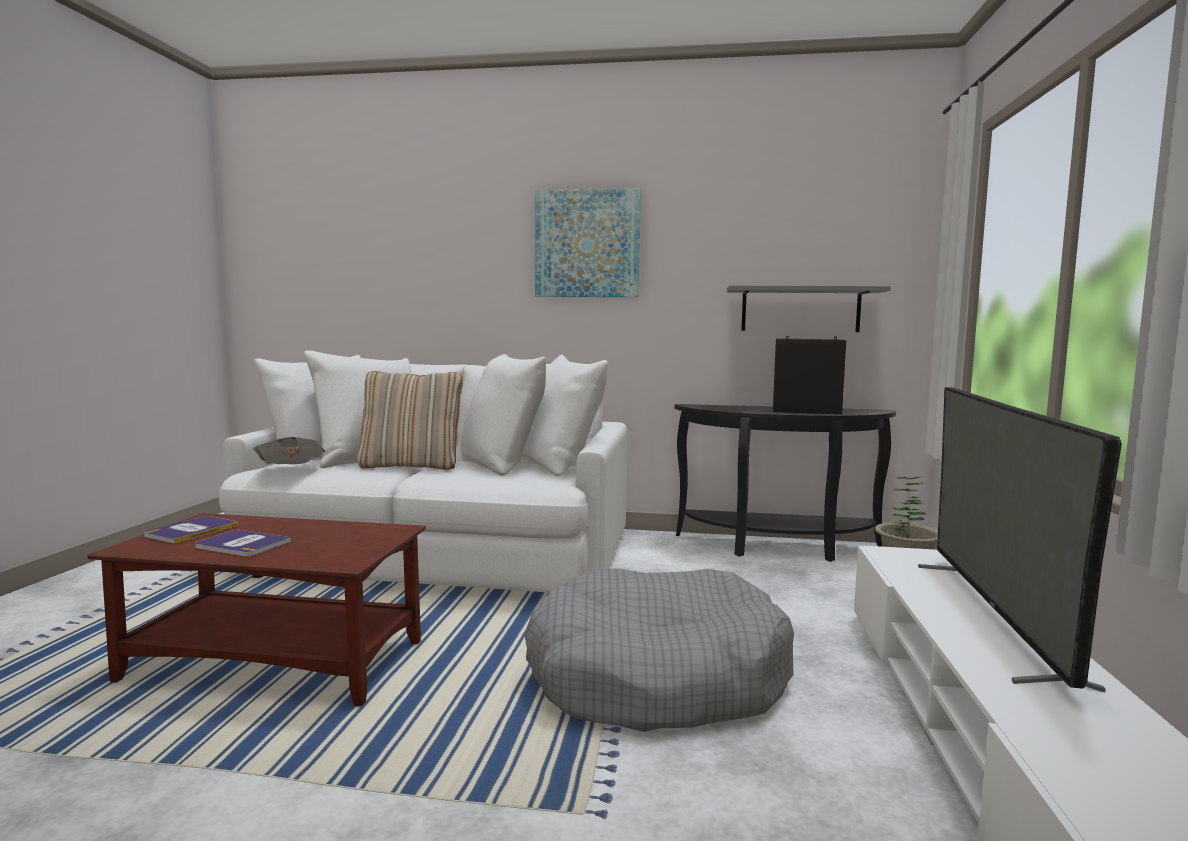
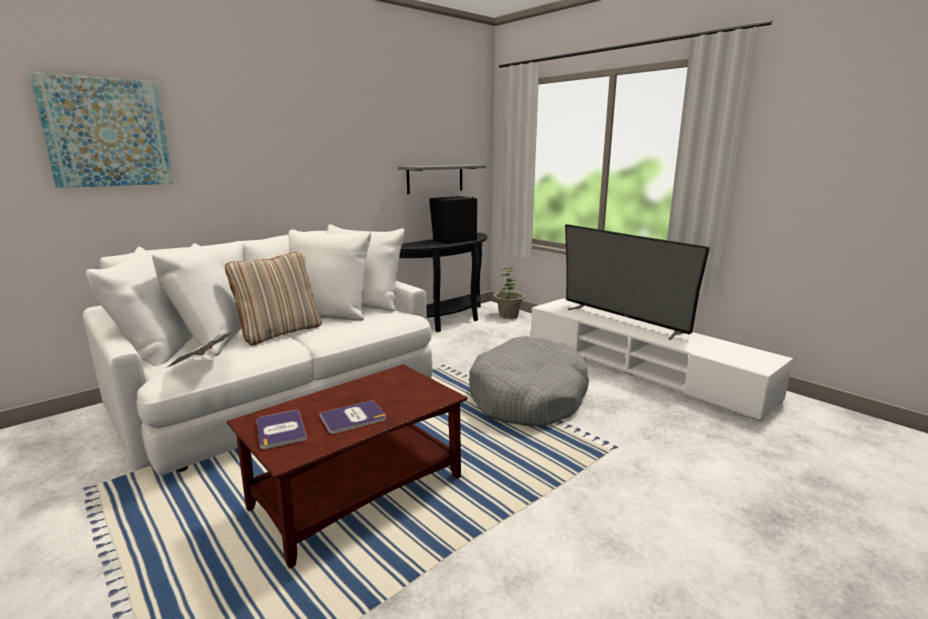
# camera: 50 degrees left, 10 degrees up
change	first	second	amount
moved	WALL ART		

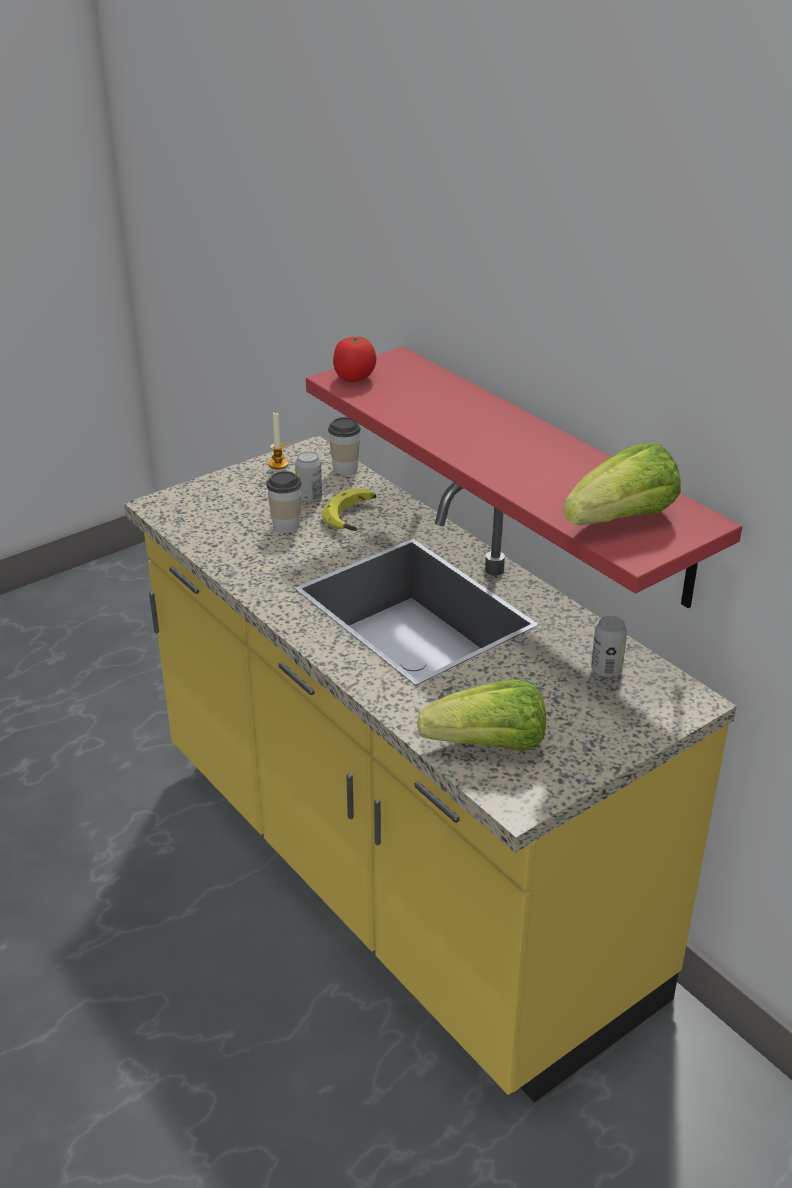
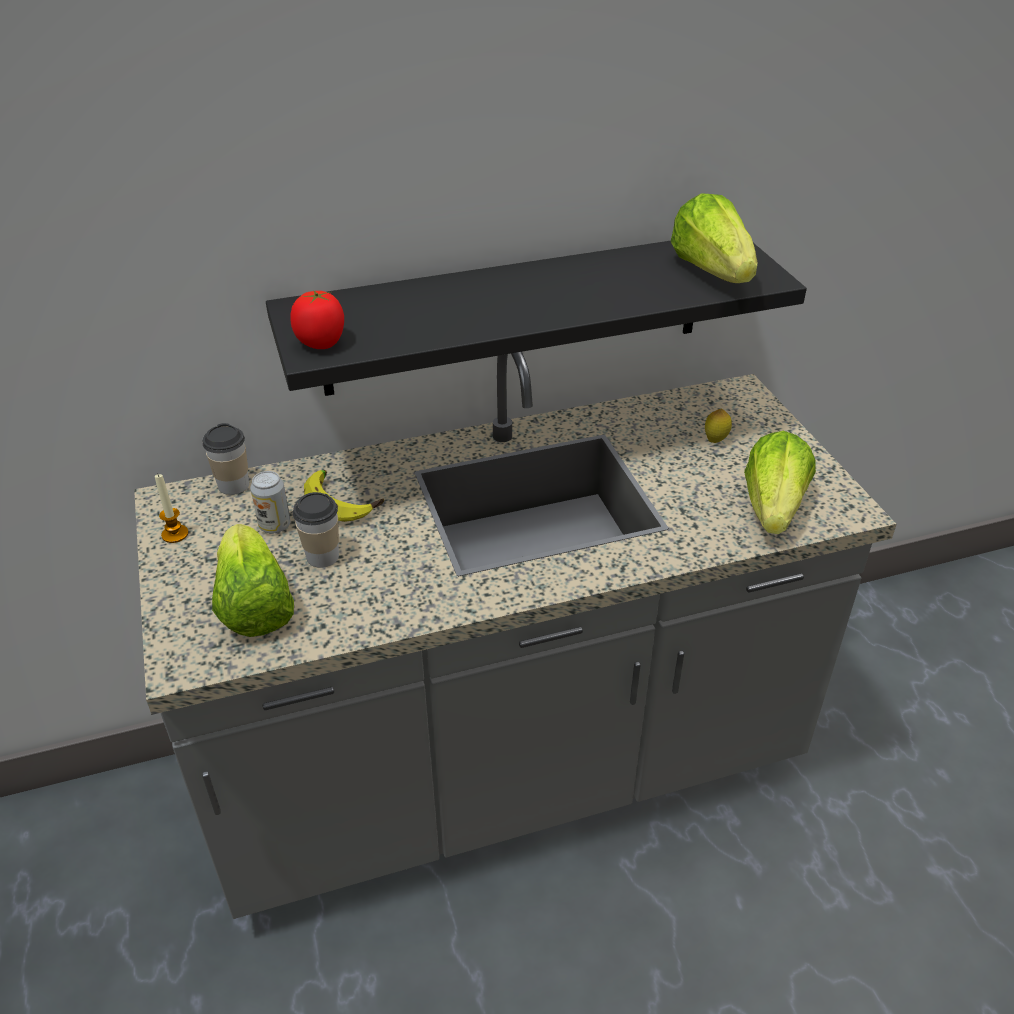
# camera: 70 degrees left, 5 degrees up
change	first	second	amount
removed	SEALED CAN (2nd from left)		
added		LETTUCE HEAD (1st from left)	
added		WHOLE LEMON	
recoloured	YELLOWISH KITCHEN COUNTER	GREYISH KITCHEN COUNTER	
recoloured	REDDISH BRACKET SHELF	BLACK-COLOURED BRACKET SHELF	

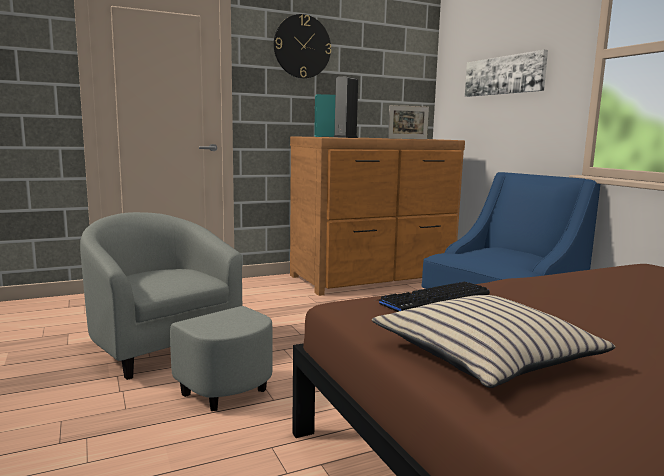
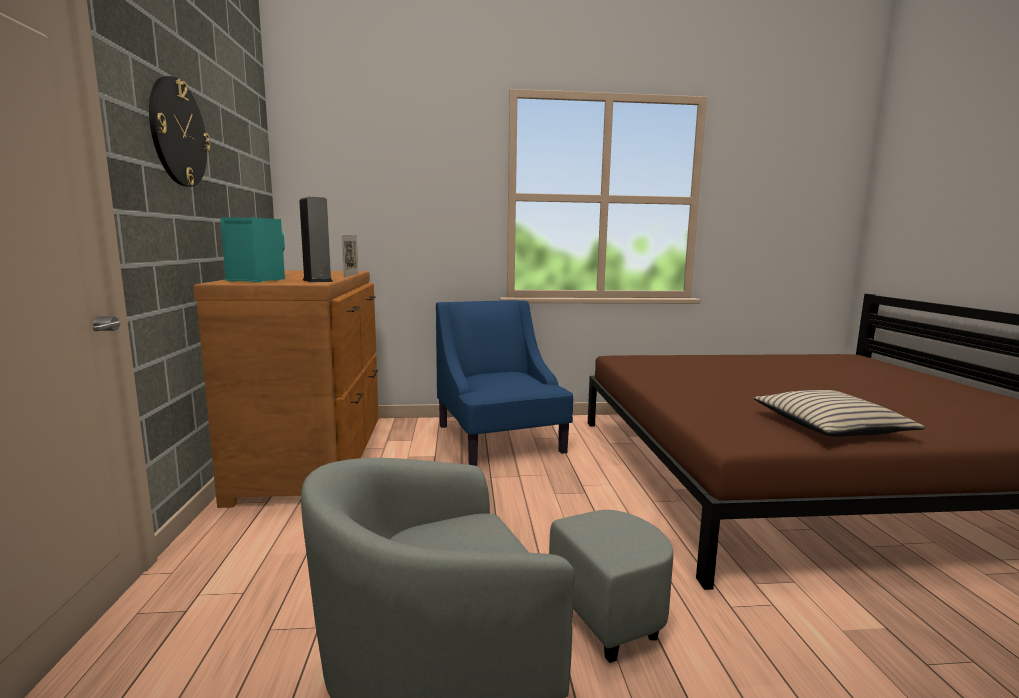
# camera: 70 degrees left, 0 degrees up
change	first	second	amount
removed	KEYBOARD		
removed	WALL ART		

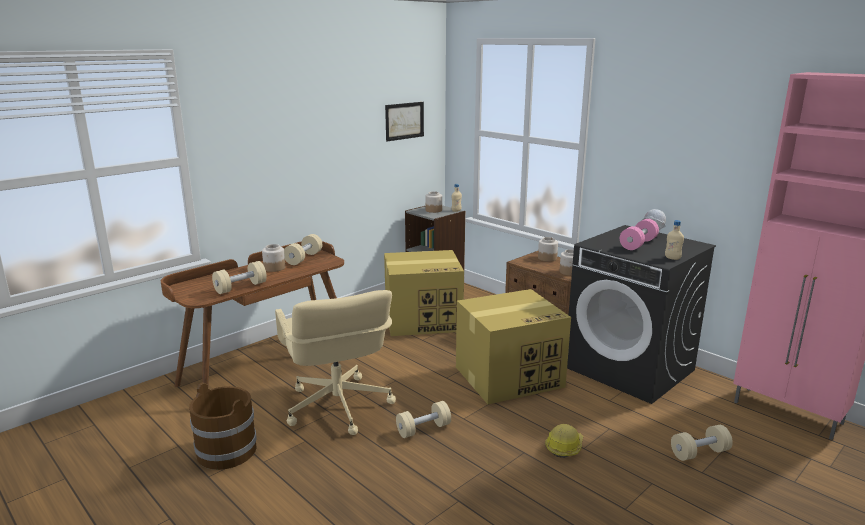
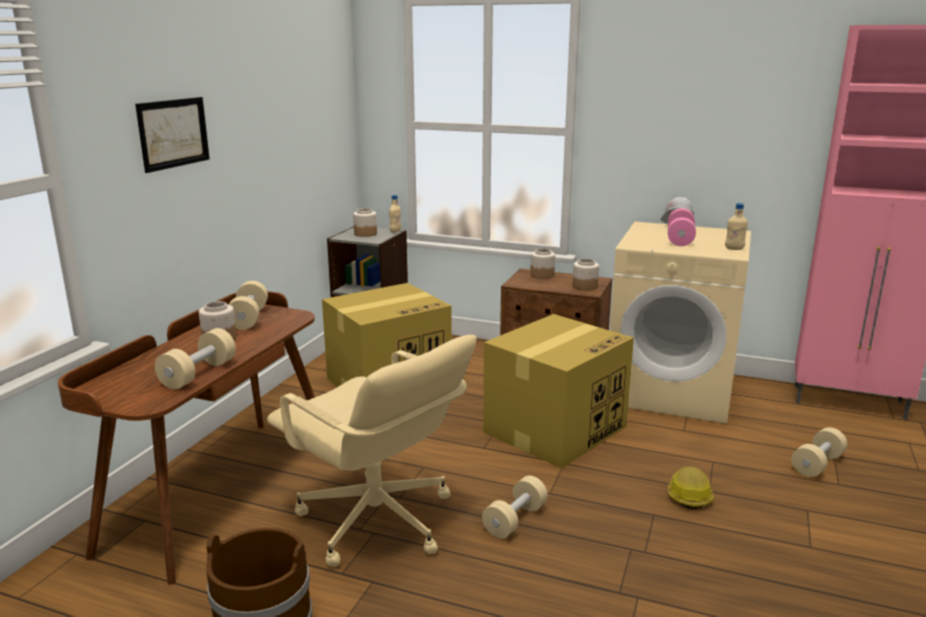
# camera: 25 degrees left, 0 degrees up
change	first	second	amount
moved	WALL ART		
recoloured	BLACK-COLOURED LAUNDRY MACHINE	BEIGE-COLOURED LAUNDRY MACHINE	

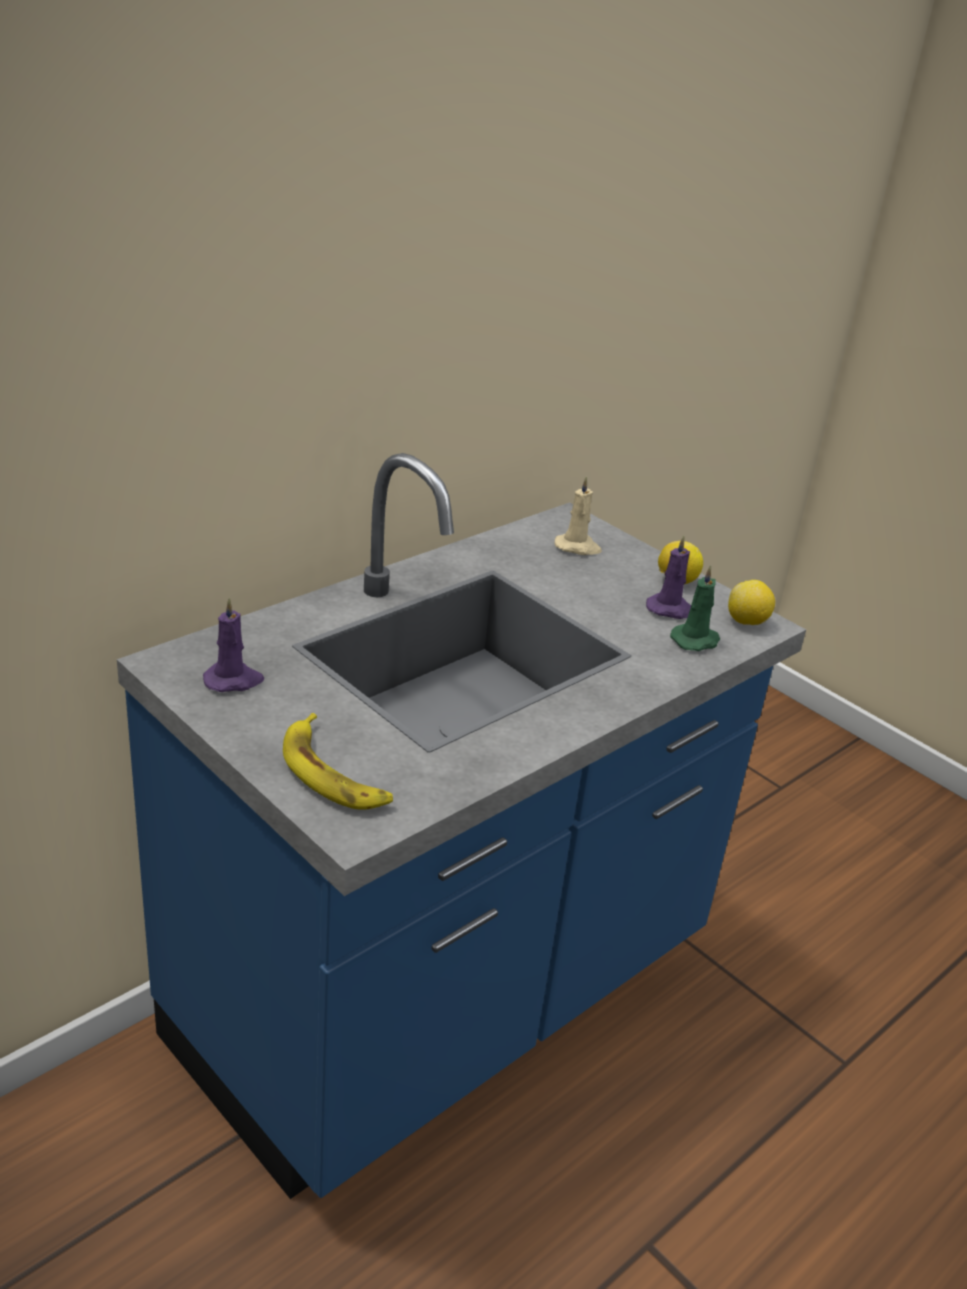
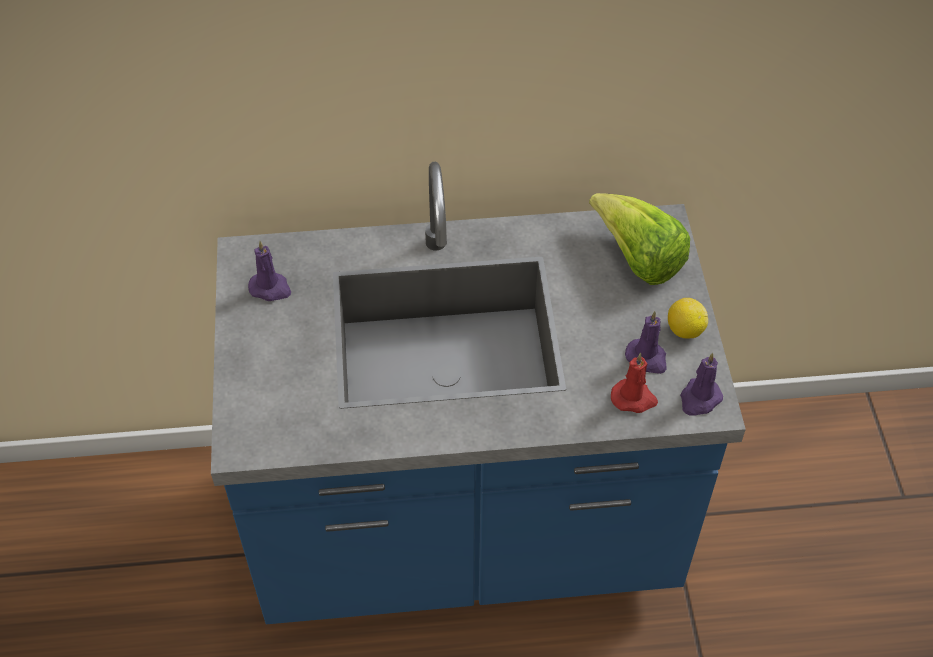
# camera: 40 degrees right, 20 degrees up
change	first	second	amount
removed	BANANA		
replaced	BEIGE-COLOURED CANDLE	LETTUCE HEAD	
replaced	WHOLE LEMON (2nd from left)	PURPLE-COLOURED CANDLE (3rd from left)	
recoloured	GREEN CANDLE	REDDISH CANDLE	

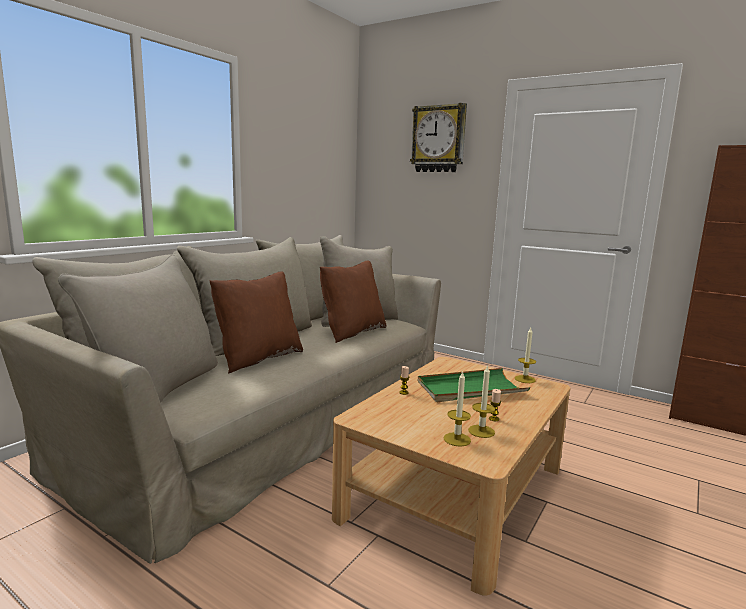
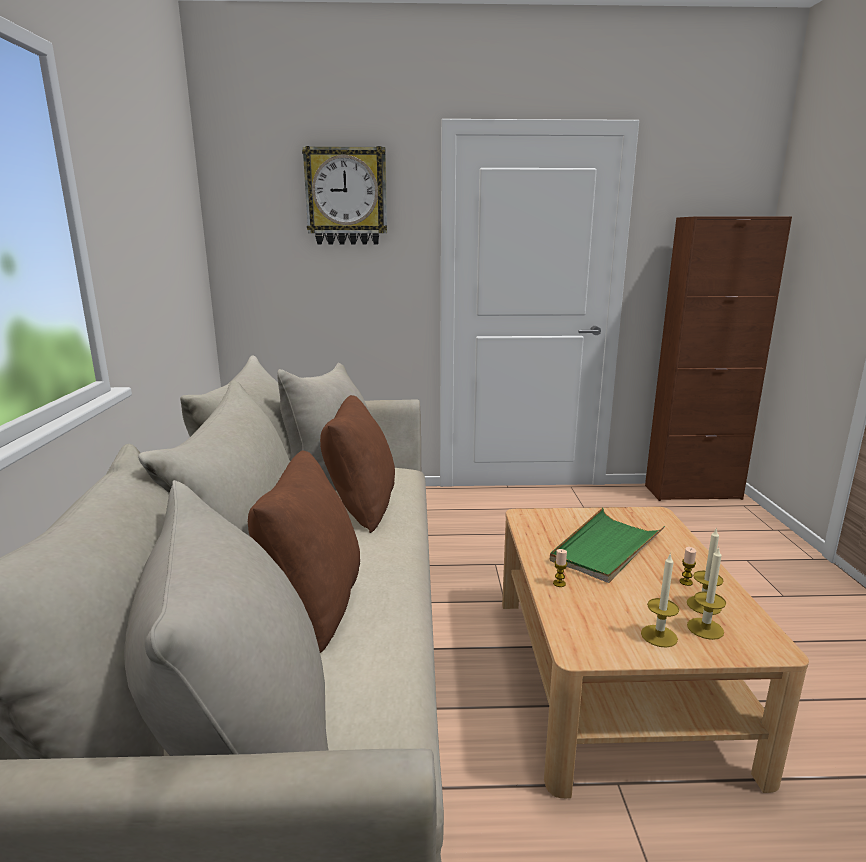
# camera: 35 degrees left, 5 degrees up
change	first	second	amount
moved	CANDLE (5th from left in the first image)	CANDLE (2nd from left)	

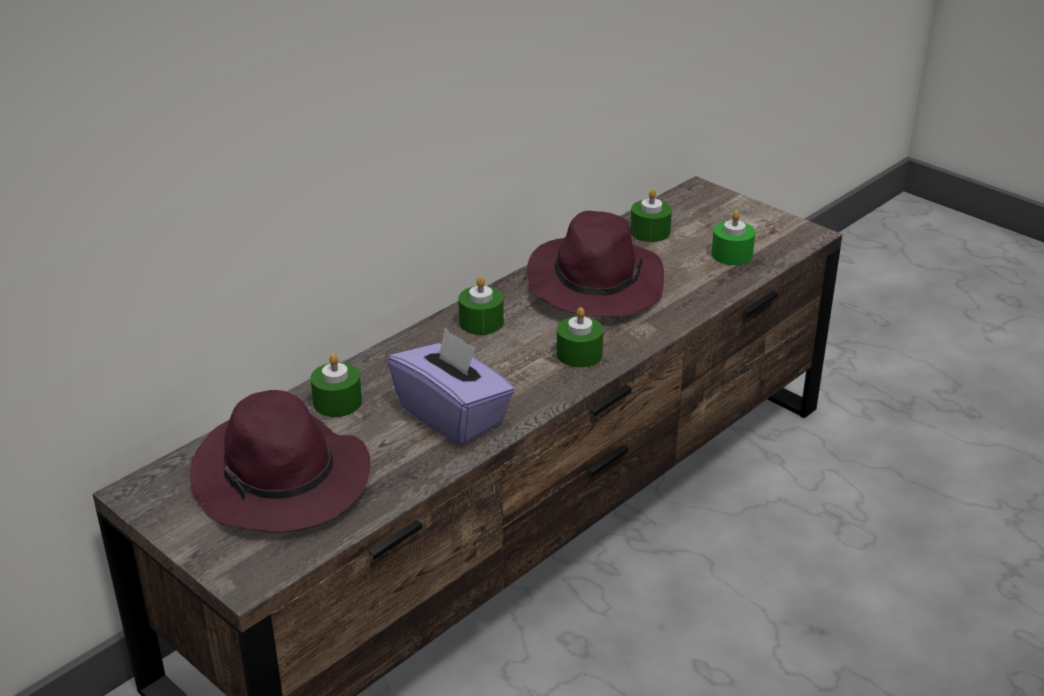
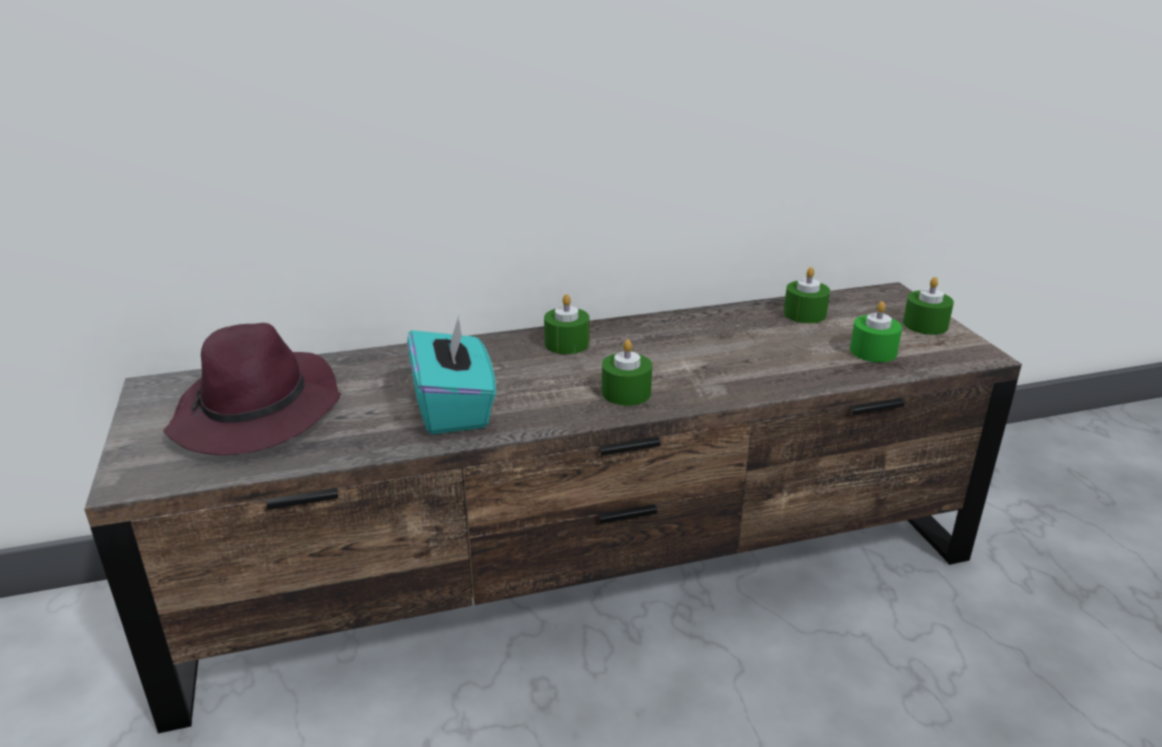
# camera: 30 degrees right, 5 degrees down
change	first	second	amount
removed	PURPLE-COLOURED CLOTHING HAT (2nd from left)		
moved	GREEN CANDLE (1st from left in the first image)	GREEN CANDLE (5th from left)	
recoloured	PURPLE-COLOURED TISSUE HOLDER	TURQUOISE TISSUE HOLDER	

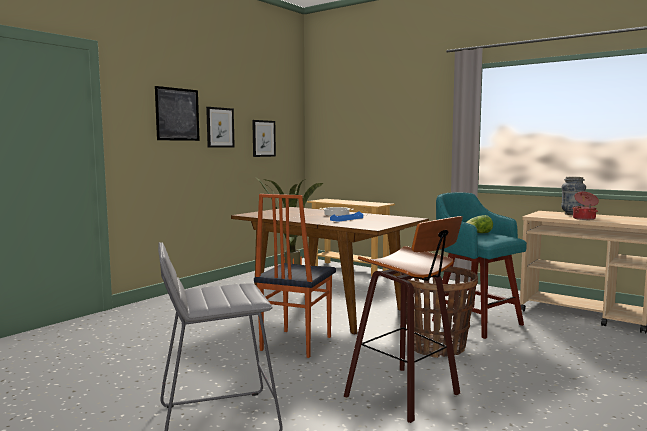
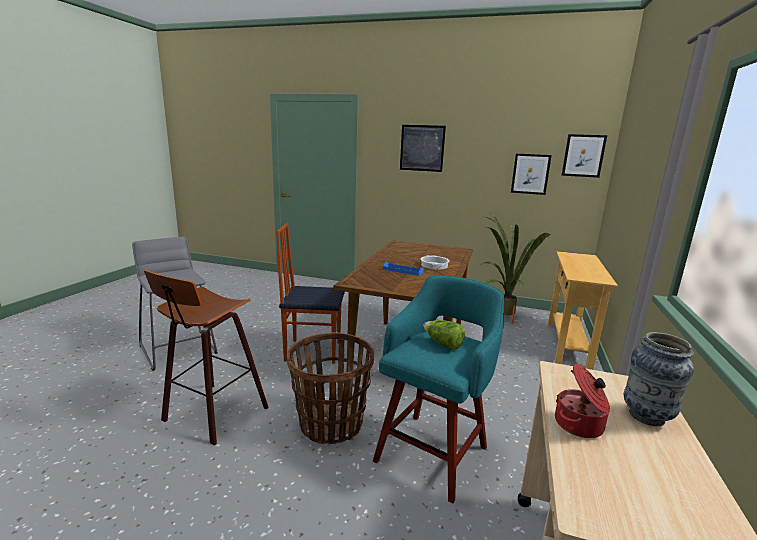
# camera: 70 degrees right, 10 degrees up
change	first	second	amount
moved	WALL ART (2nd from left in the first image)	WALL ART (3rd from left)	

